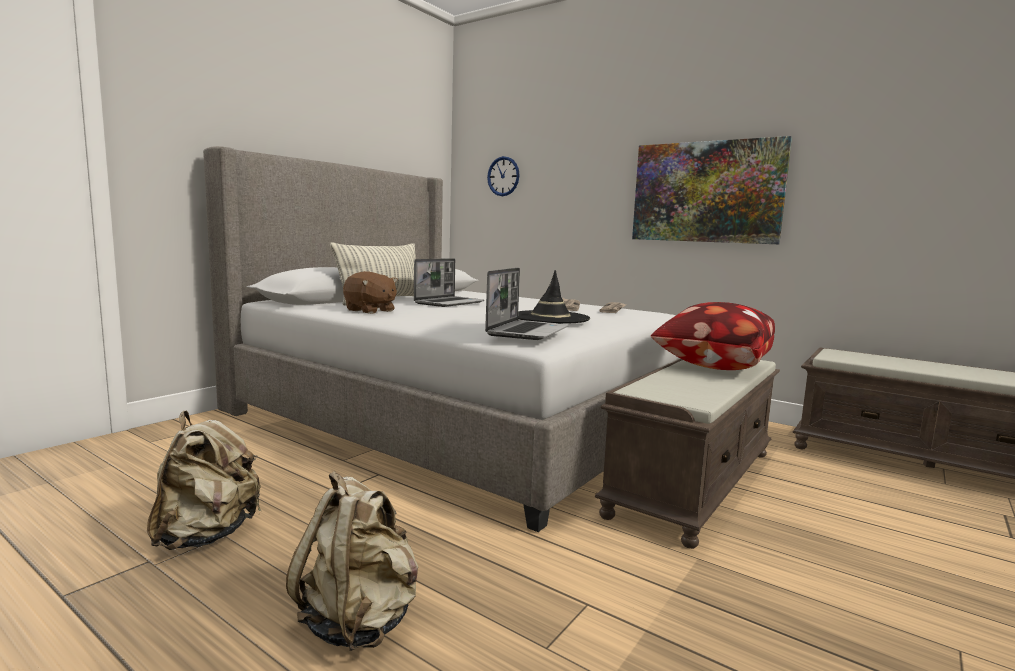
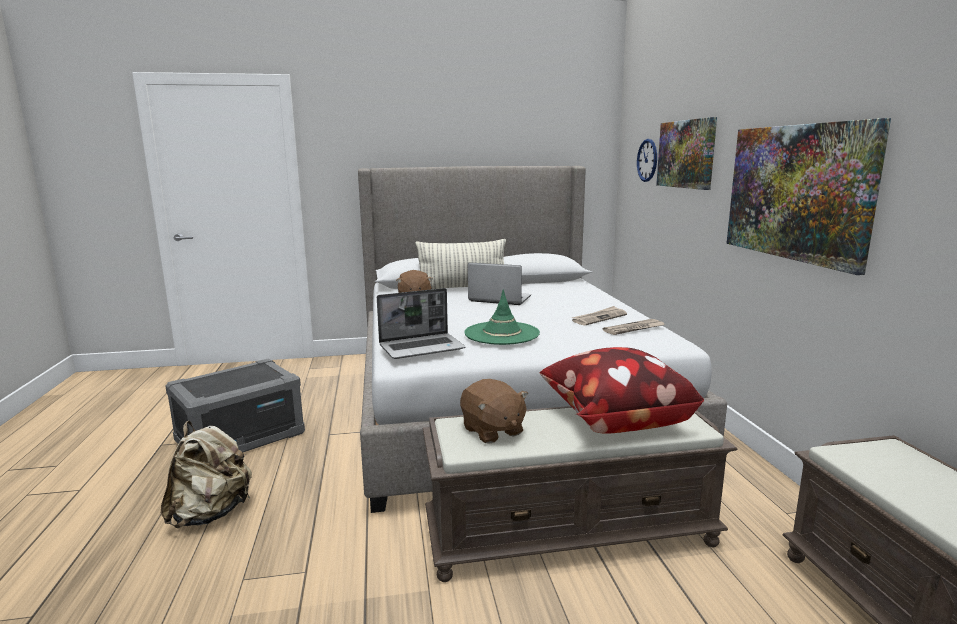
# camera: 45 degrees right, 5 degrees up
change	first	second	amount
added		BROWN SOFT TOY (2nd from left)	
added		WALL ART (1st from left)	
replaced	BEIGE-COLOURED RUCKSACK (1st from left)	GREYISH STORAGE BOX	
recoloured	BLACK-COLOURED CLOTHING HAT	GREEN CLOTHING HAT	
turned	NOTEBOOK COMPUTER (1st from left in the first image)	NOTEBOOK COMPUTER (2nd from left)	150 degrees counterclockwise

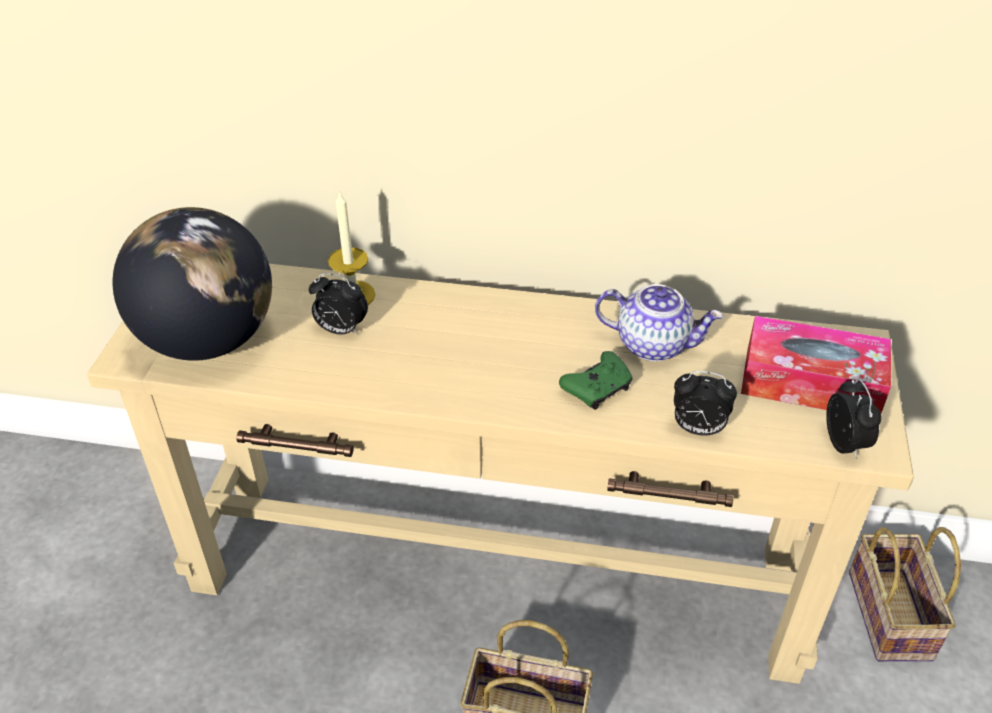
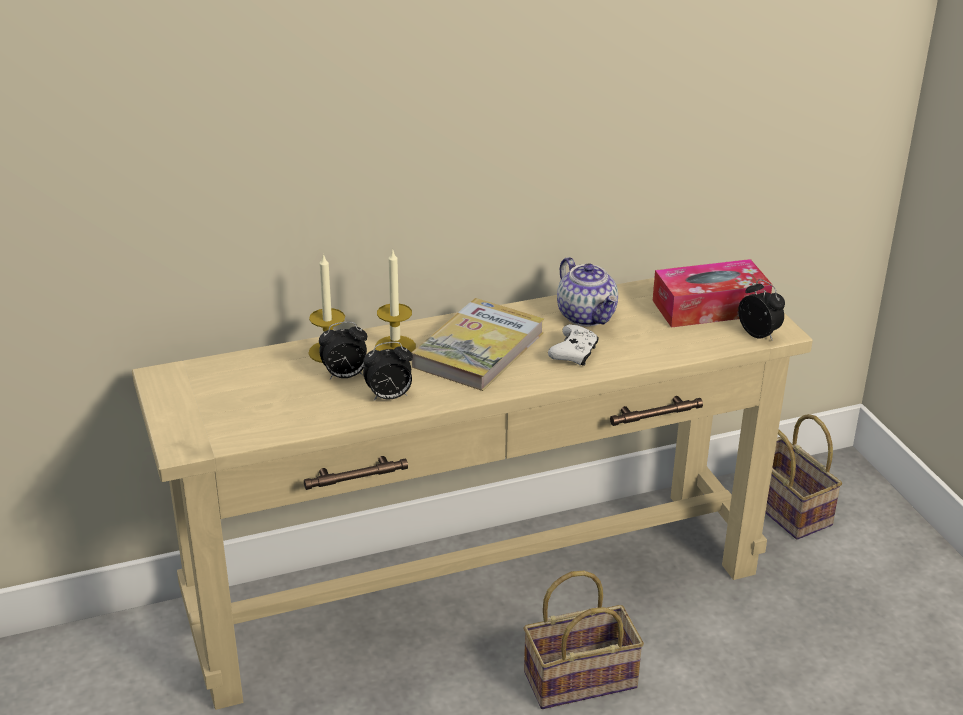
# camera: 30 degrees left, 10 degrees down
change	first	second	amount
removed	GLOBE		
added		CANDLE (2nd from left)	
added		VOLUME	
moved	ALARM CLOCK (2nd from left)		
recoloured	GREEN GAME CONTROLLER	WHITISH GAME CONTROLLER	
turned	TEAPOT		75 degrees clockwise

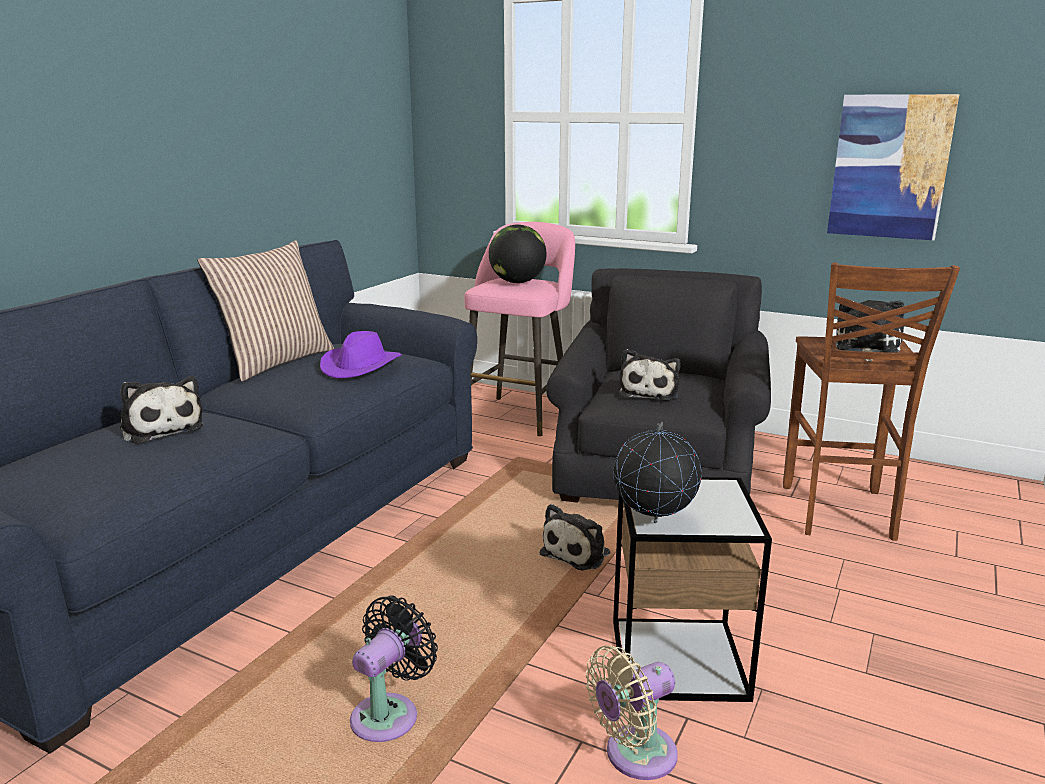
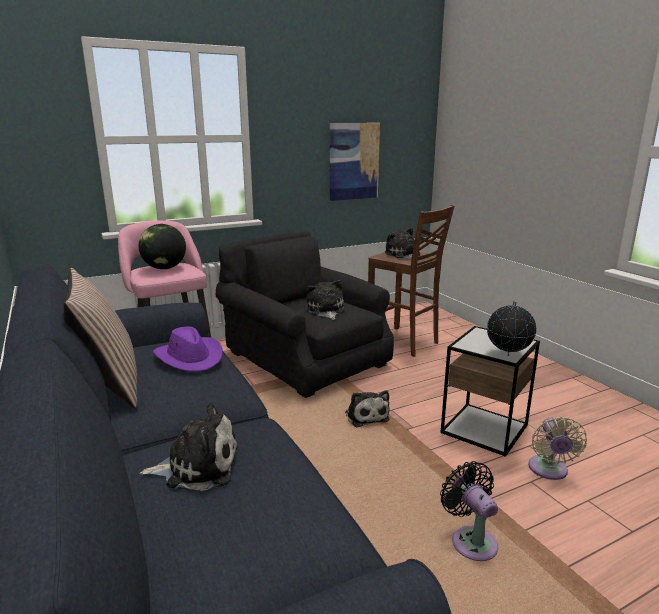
# camera: 55 degrees left, 0 degrees up
change	first	second	amount
turned	SOFT TOY (3rd from left in the first image)	SOFT TOY (2nd from left)	150 degrees counterclockwise

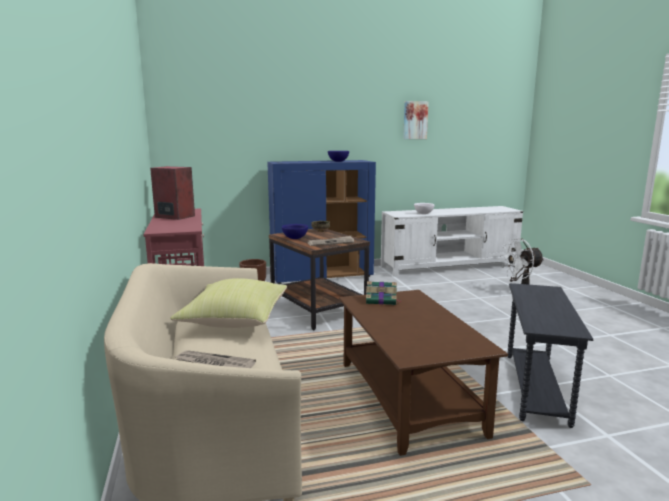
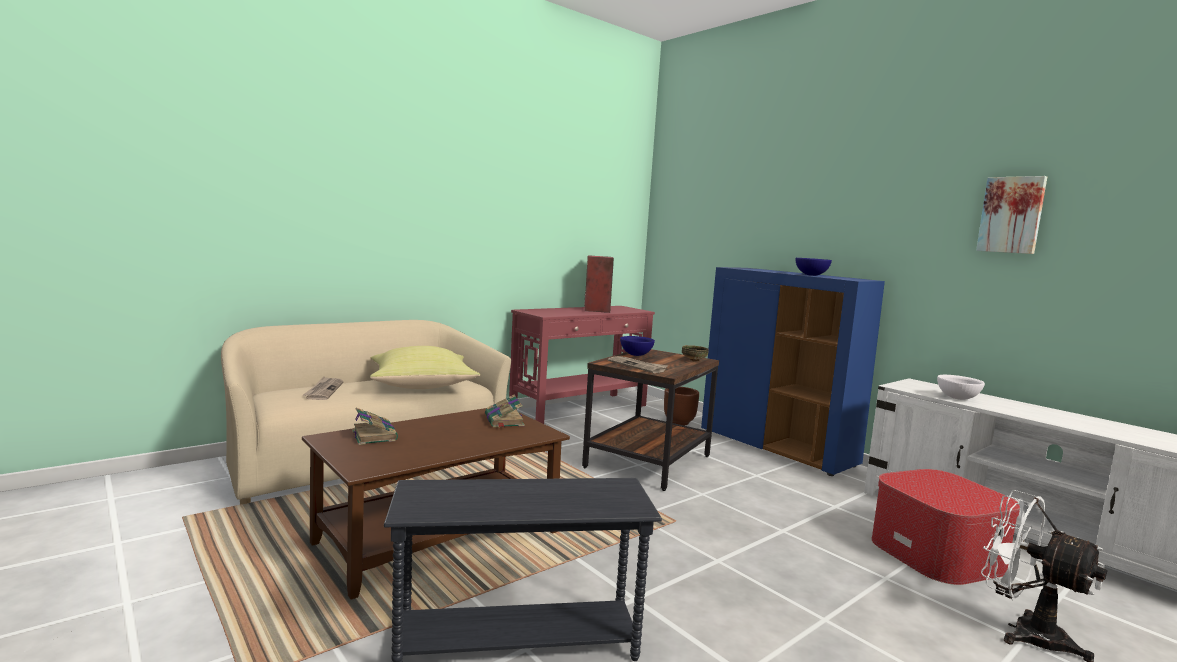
# camera: 65 degrees right, 5 degrees down
change	first	second	amount
added		VOLUME (1st from left)	
added		OTTOMAN	

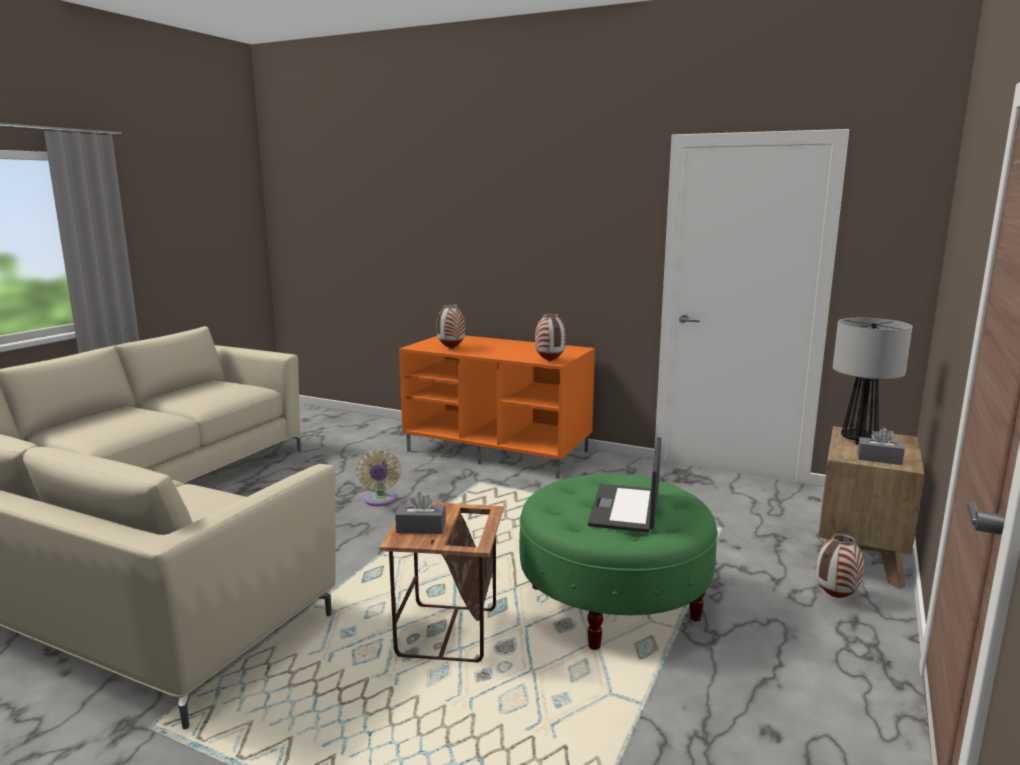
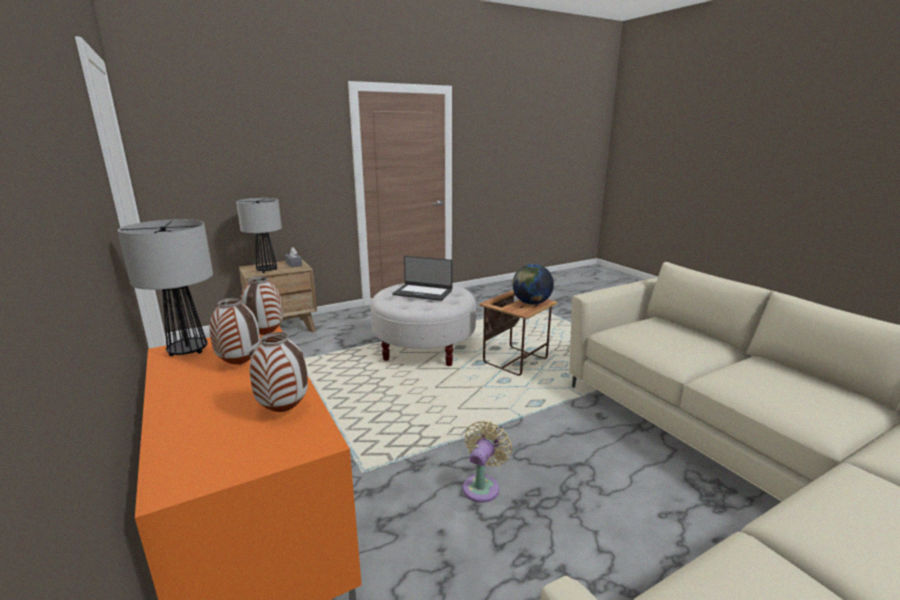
# camera: 145 degrees left, 5 degrees up
change	first	second	amount
added		TABLE LAMP (1st from left)	
moved	DECORATIVE VASE (3rd from left in the first image)	DECORATIVE VASE (1st from left)	
replaced	GREYISH TISSUE HOLDER (1st from left)	GLOBE	
recoloured	GREEN OTTOMAN	WHITISH OTTOMAN	
turned	NOTEBOOK COMPUTER		60 degrees clockwise

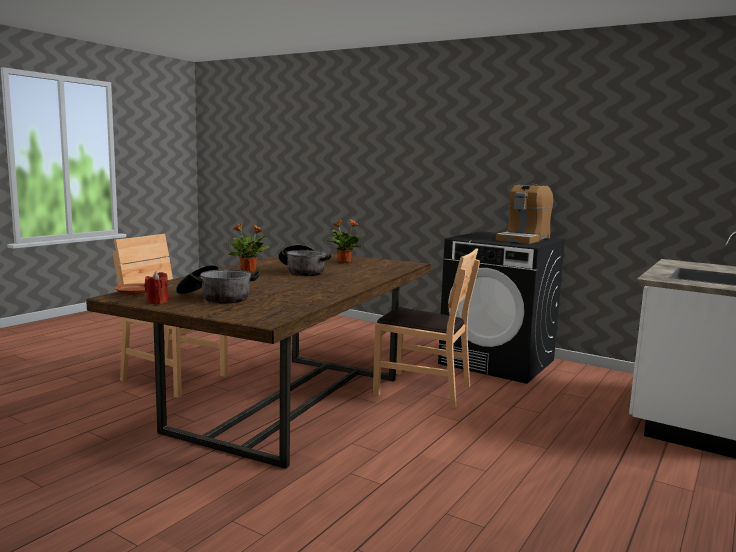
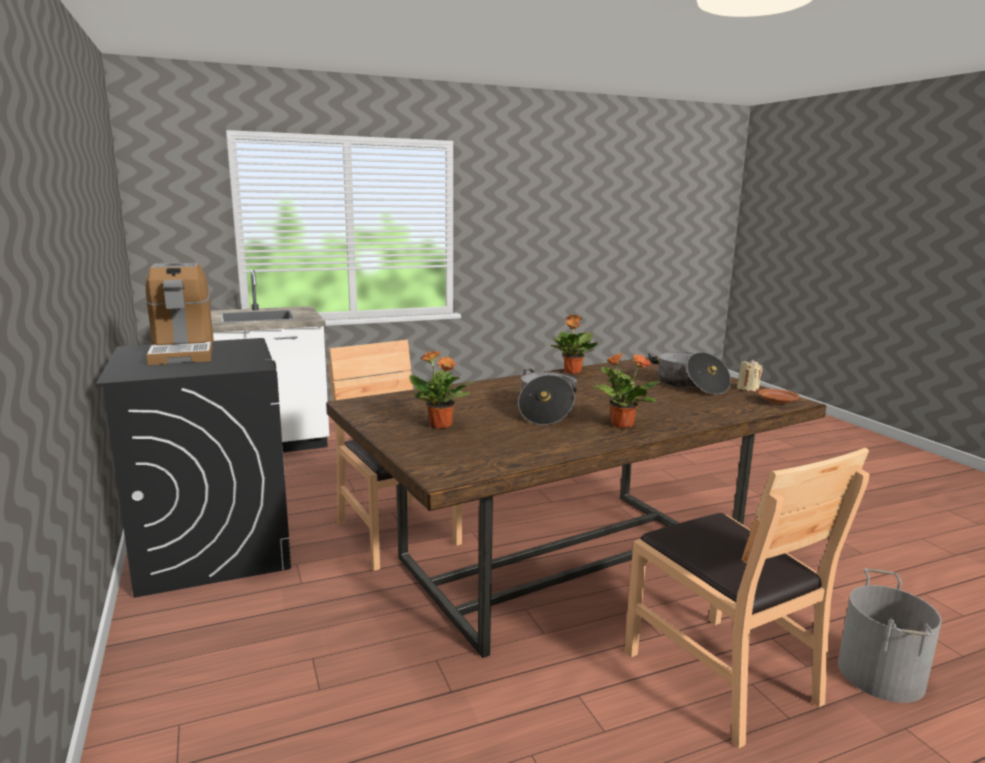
# camera: 145 degrees left, 5 degrees up
change	first	second	amount
added		HOUSEPLANT (2nd from left)	
added		GREYISH WATER BUCKET	
recoloured	REDDISH CANDLE	BEIGE-COLOURED CANDLE	
turned	COFFEE MACHINE		90 degrees clockwise

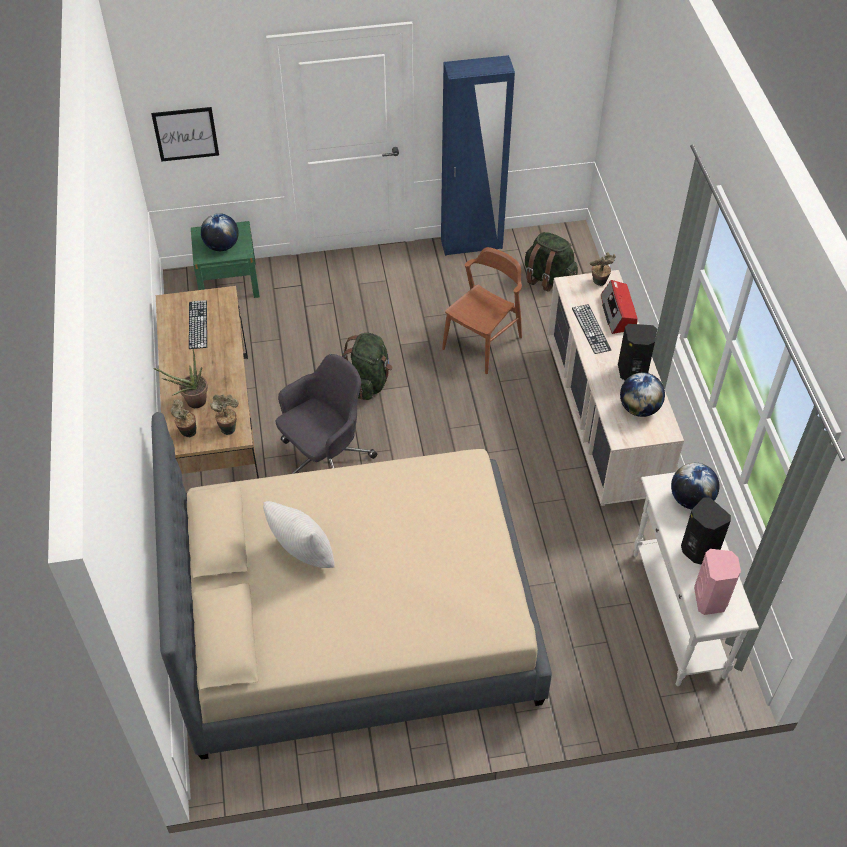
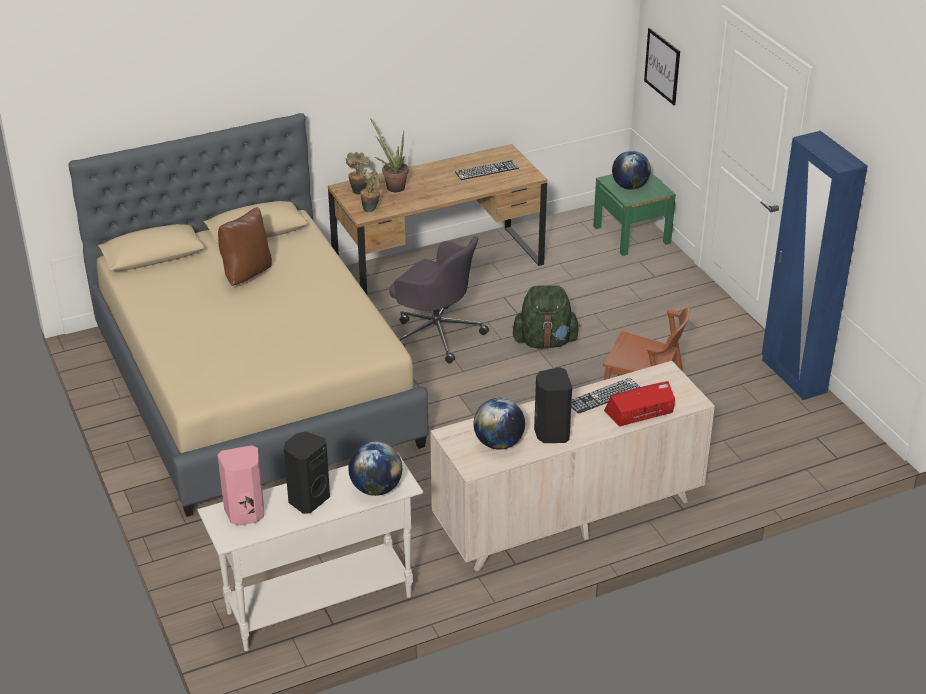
# camera: 75 degrees right, 15 degrees down
change	first	second	amount
removed	GREEN RUCKSACK (2nd from left)		
removed	HOUSEPLANT (4th from left)		
recoloured	WHITISH CUSHION	BROWN CUSHION	

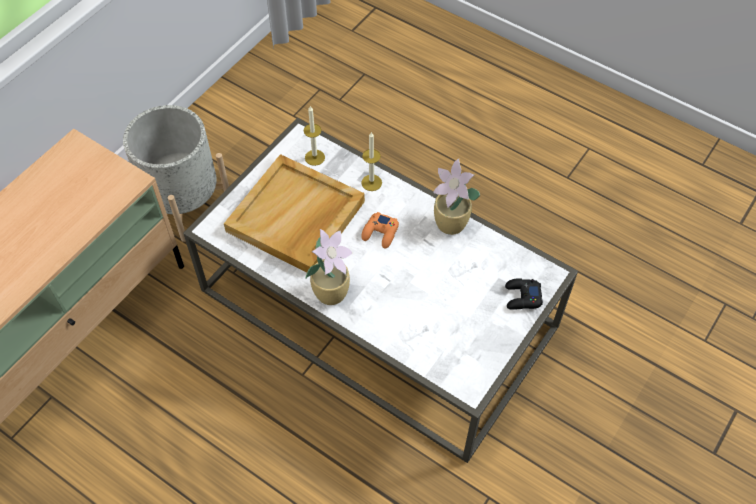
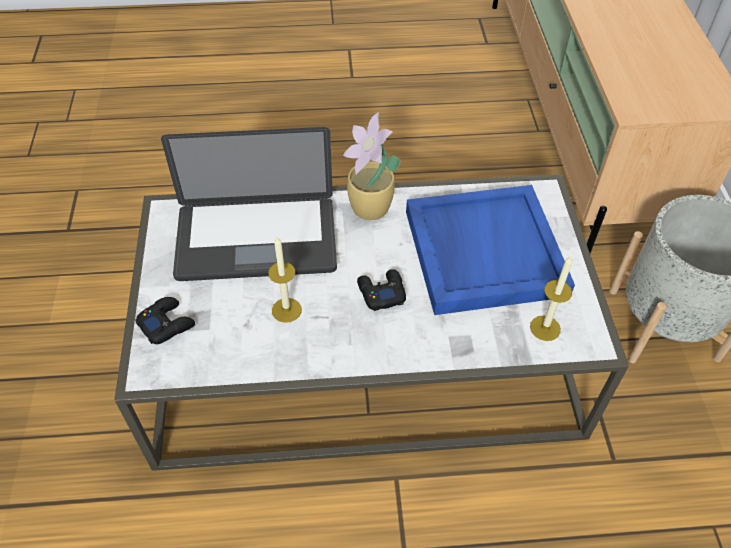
# camera: 140 degrees right, 5 degrees down
change	first	second	amount
removed	HOUSEPLANT (2nd from left)		
added		NOTEBOOK COMPUTER	
moved	CANDLE (2nd from left in the first image)	CANDLE (1st from left)	
recoloured	BEIGE-COLOURED CARRYING TRAY	BLUISH CARRYING TRAY	
recoloured	ORANGE-COLOURED GAME CONTROLLER	BLACK-COLOURED GAME CONTROLLER (2nd from left)	

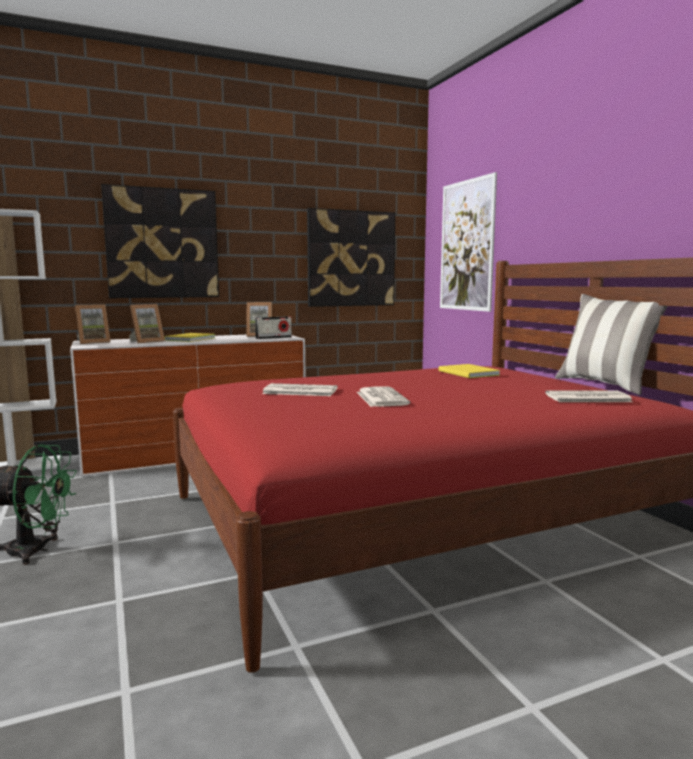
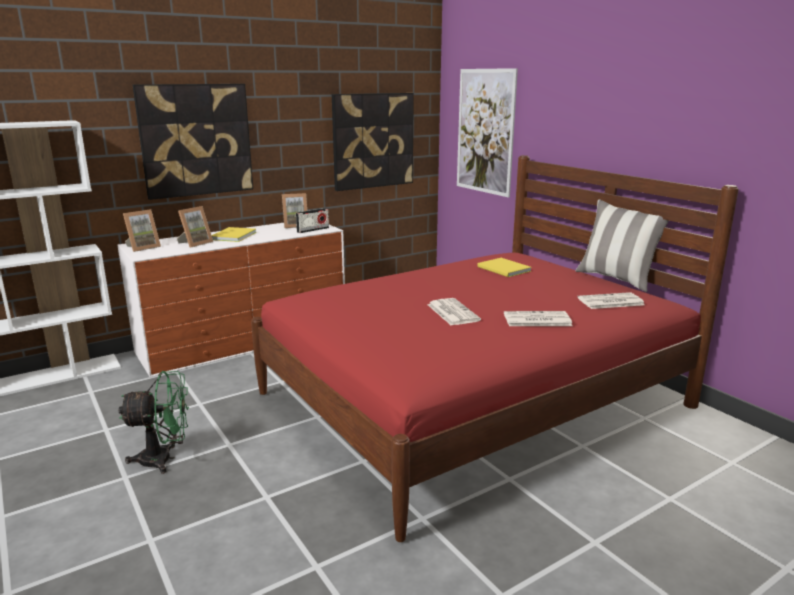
# camera: 10 degrees left, 10 degrees up
change	first	second	amount
moved	PRINTED PAPER (1st from left in the first image)	PRINTED PAPER (2nd from left)	

